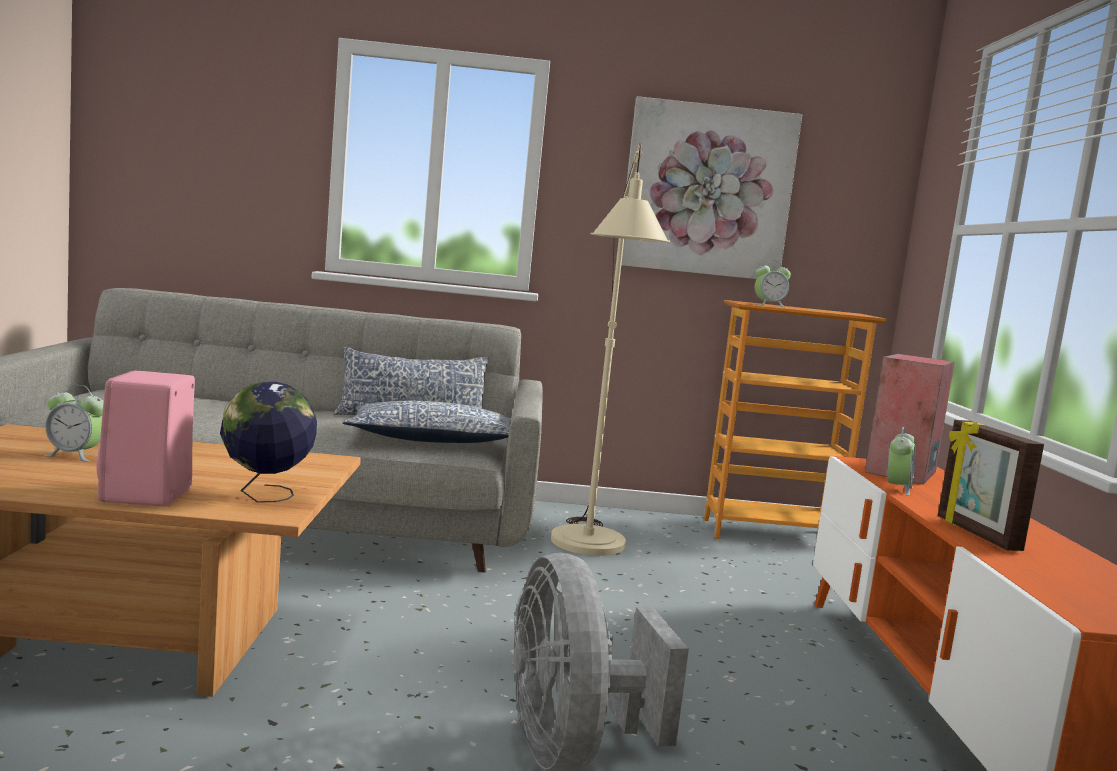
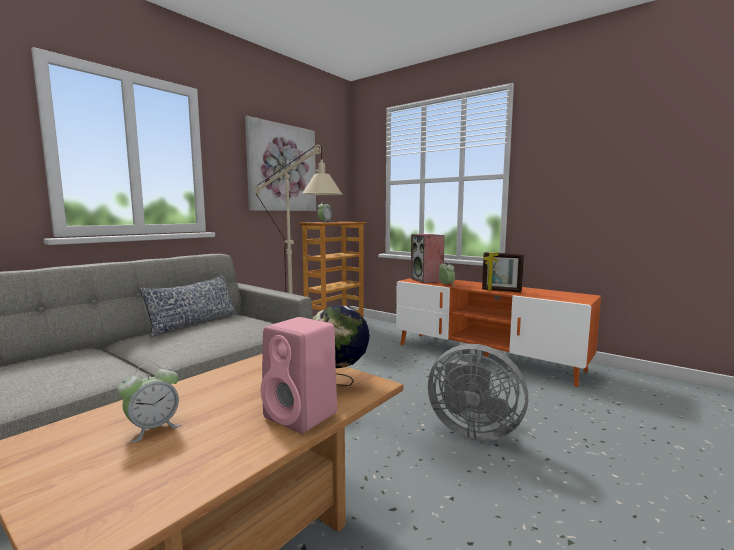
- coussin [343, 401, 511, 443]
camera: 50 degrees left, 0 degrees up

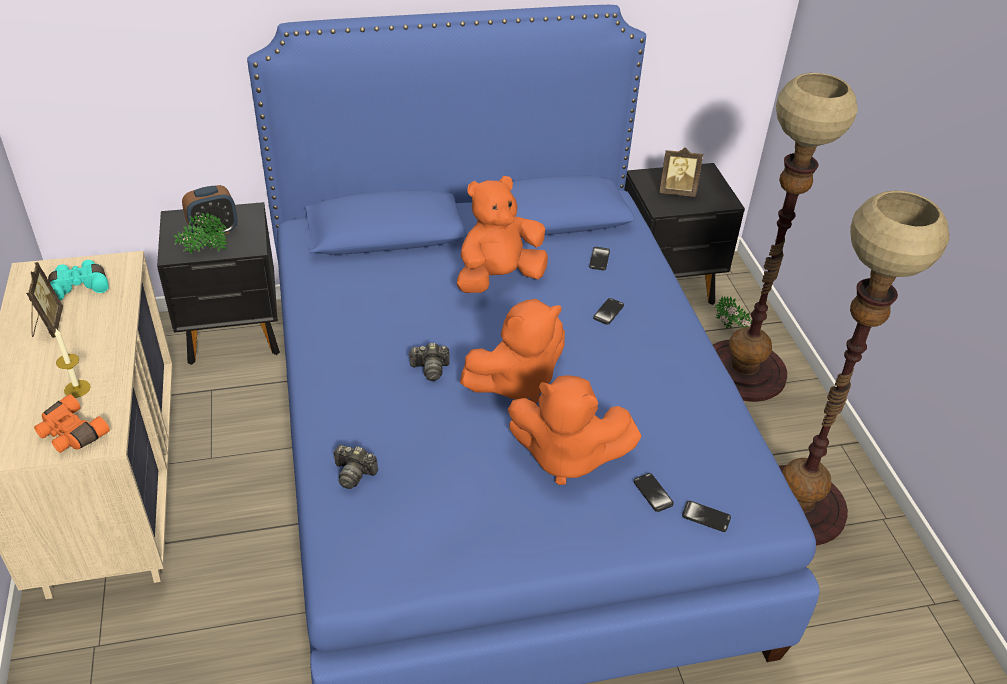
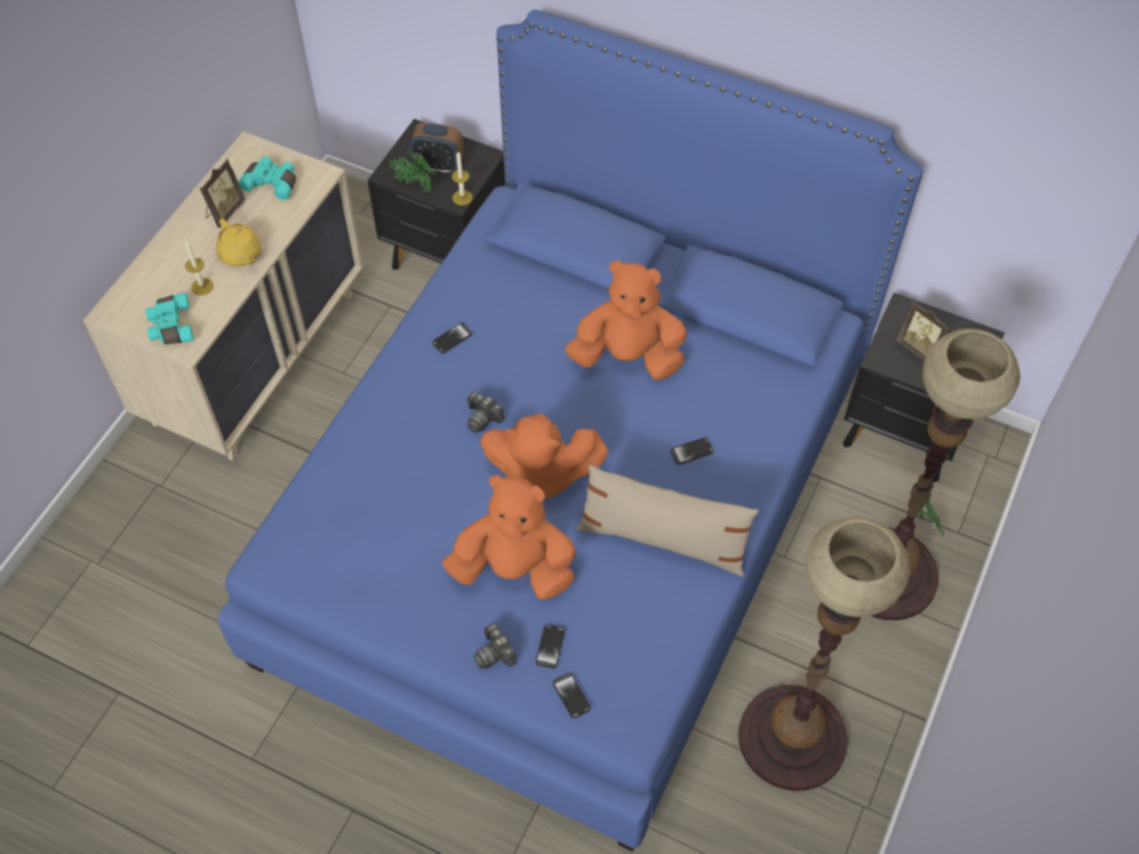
+ théière (jaune) [216, 219, 261, 266]
+ bougie [452, 152, 473, 205]
+ coussin (beige) [577, 465, 759, 576]
~ appareil photo [333, 445, 378, 489] to [473, 623, 517, 669]
~ téléphone [589, 247, 610, 271] to [432, 323, 472, 353]
~ jumelles (orange) [34, 394, 110, 453] to jumelles (turquoise) [145, 293, 194, 344]
~ peluche (orange) [508, 375, 642, 485] = [442, 475, 576, 600] 135 degrees clockwise
camera: 40 degrees right, 15 degrees up

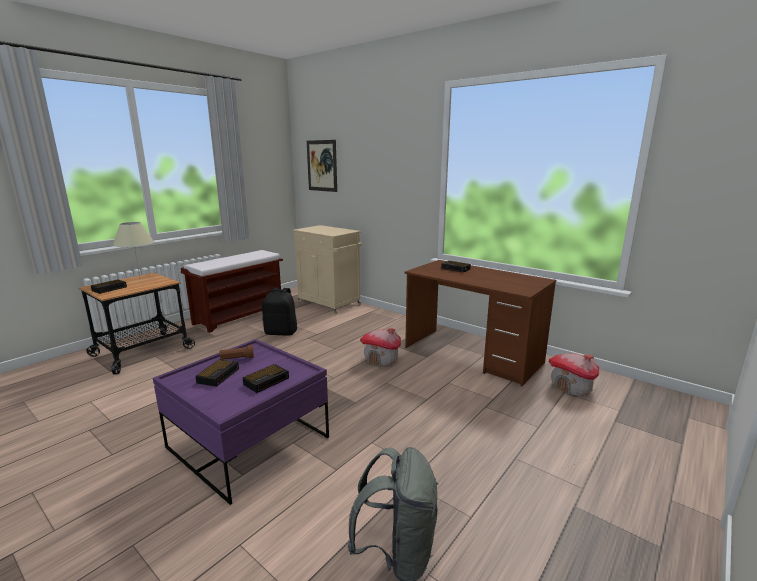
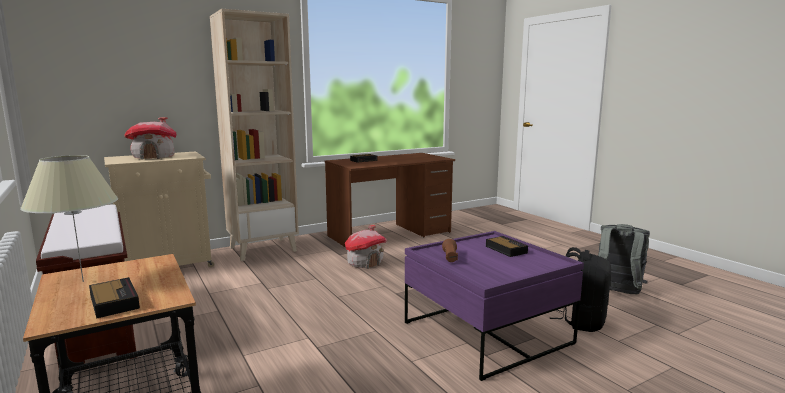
- réveil [195, 359, 239, 387]
- tableau [307, 140, 337, 192]
+ bibliothèque (beige) [210, 9, 299, 261]
~ sac à dos (noir) [262, 288, 297, 336] to [550, 247, 611, 332]
~ maison miniature [549, 353, 599, 396] to [124, 117, 177, 160]
camera: 70 degrees left, 5 degrees down

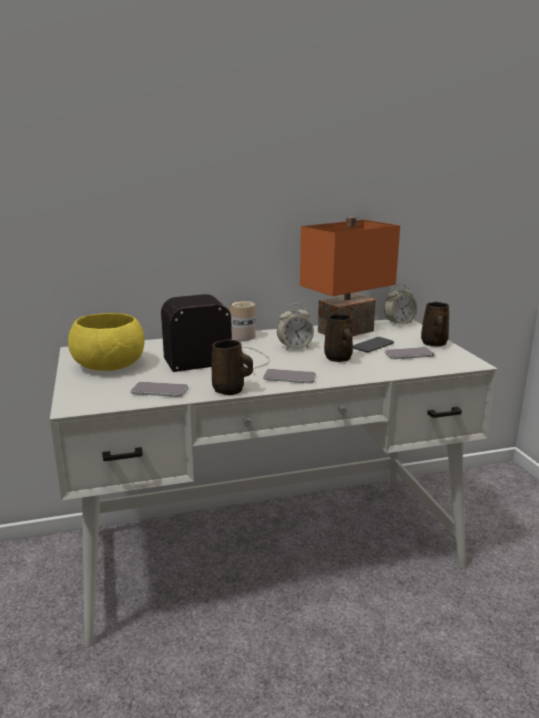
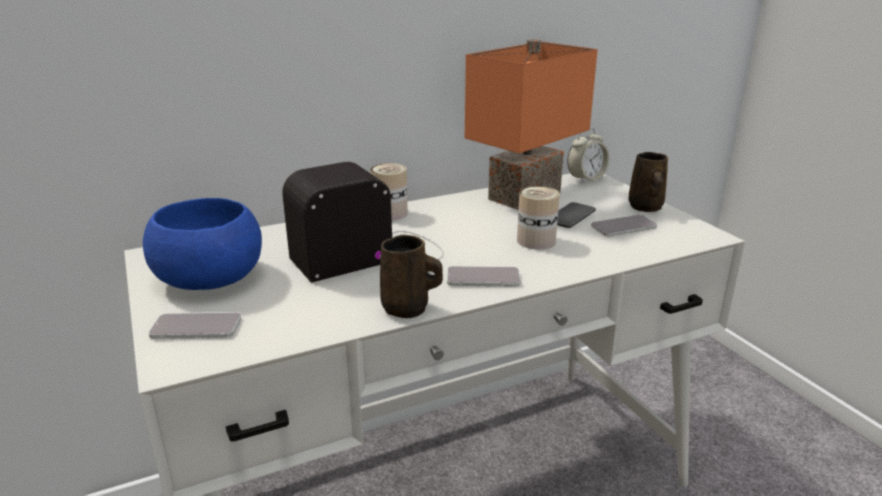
- réveil [277, 303, 314, 351]
~ téléphone [131, 382, 188, 397] to [148, 312, 241, 338]
~ mug (marron) [324, 314, 353, 362] to boîte métallique [517, 186, 560, 249]
~ bol (jaune) [68, 313, 145, 371] to bol (bleu) [143, 198, 262, 290]
camera: 10 degrees left, 5 degrees up

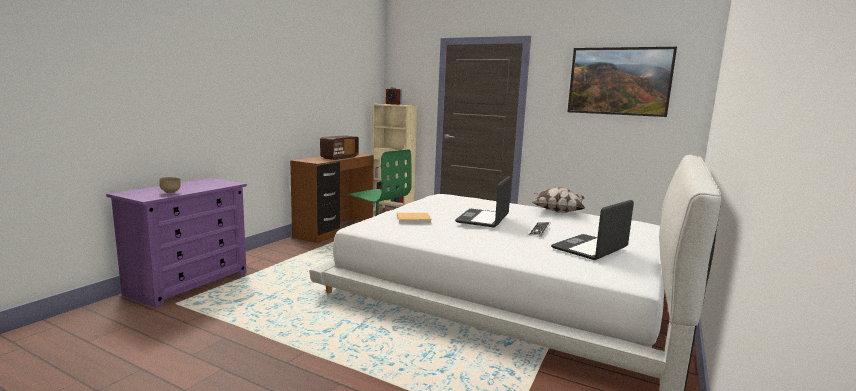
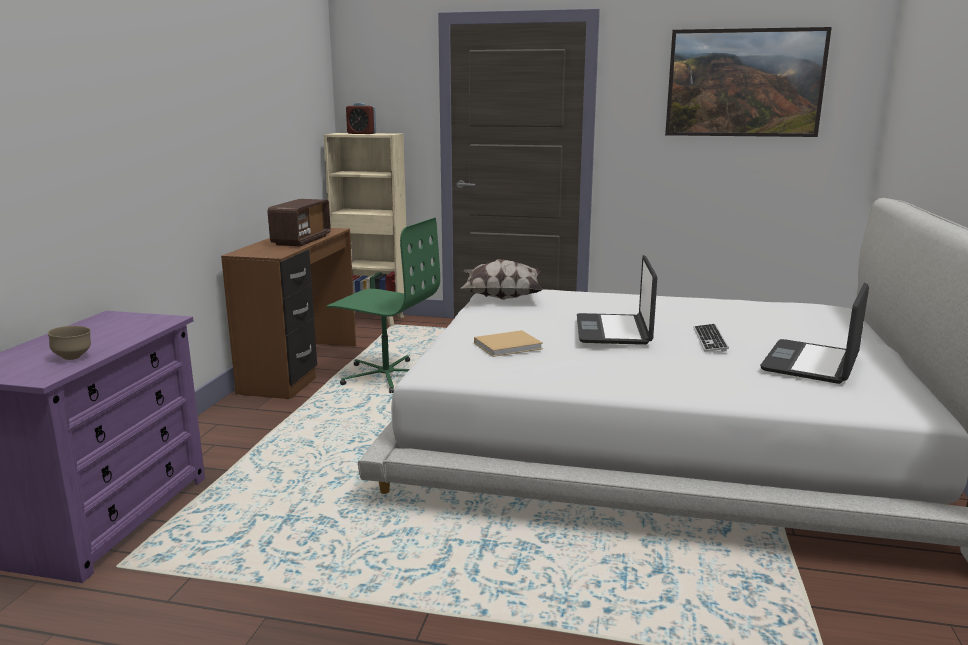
~ coussin [531, 187, 585, 213] to [461, 259, 543, 300]
camera: 15 degrees left, 5 degrees up

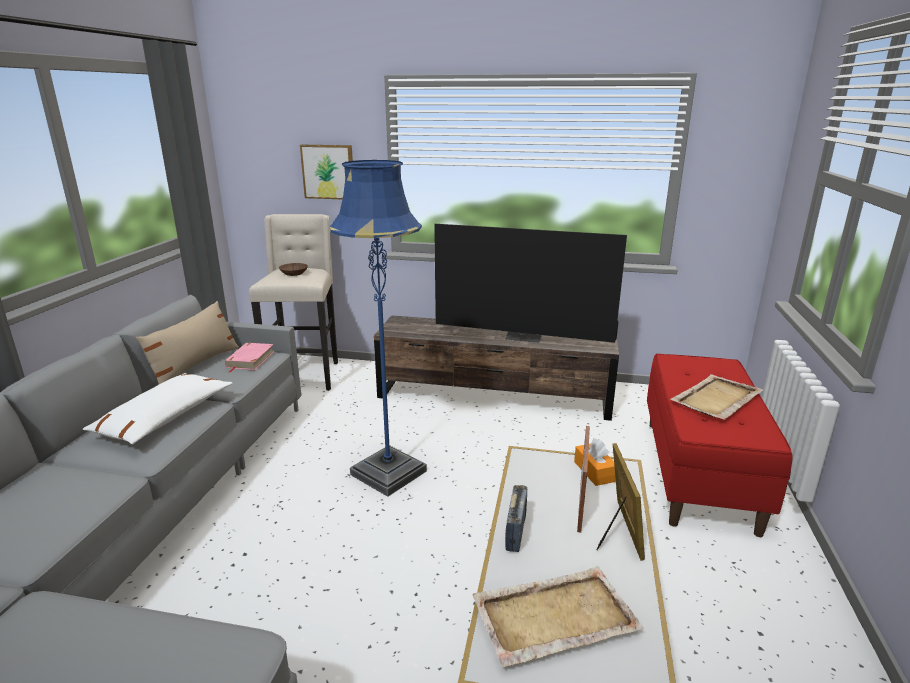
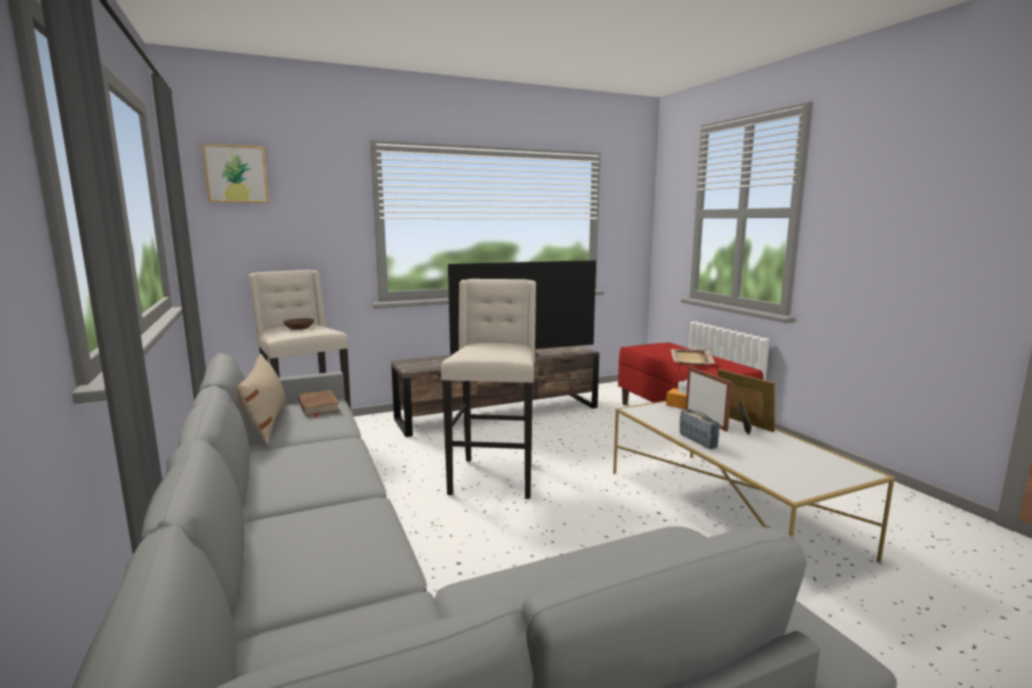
- coussin (blanc) [83, 373, 232, 445]
- plateau (beige) [472, 566, 644, 667]
~ tableau [300, 145, 353, 199] to [202, 144, 269, 203]
~ lampadaire (bleu) [329, 160, 427, 497] to tabouret (beige) [441, 279, 536, 499]
~ livre (rose) [225, 343, 274, 372] to livre (marron) [298, 390, 340, 418]
camera: 35 degrees left, 10 degrees down

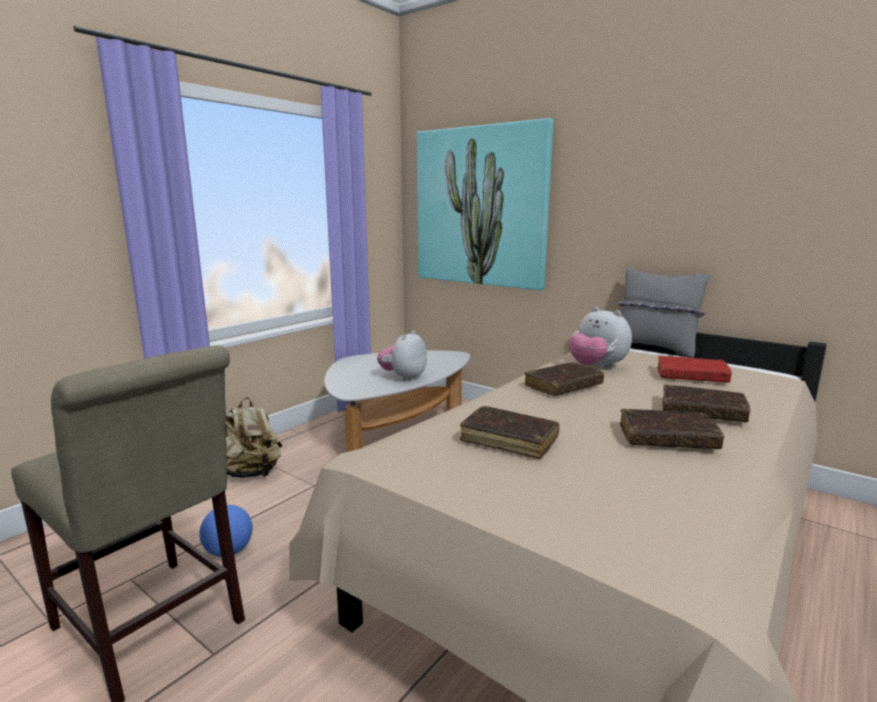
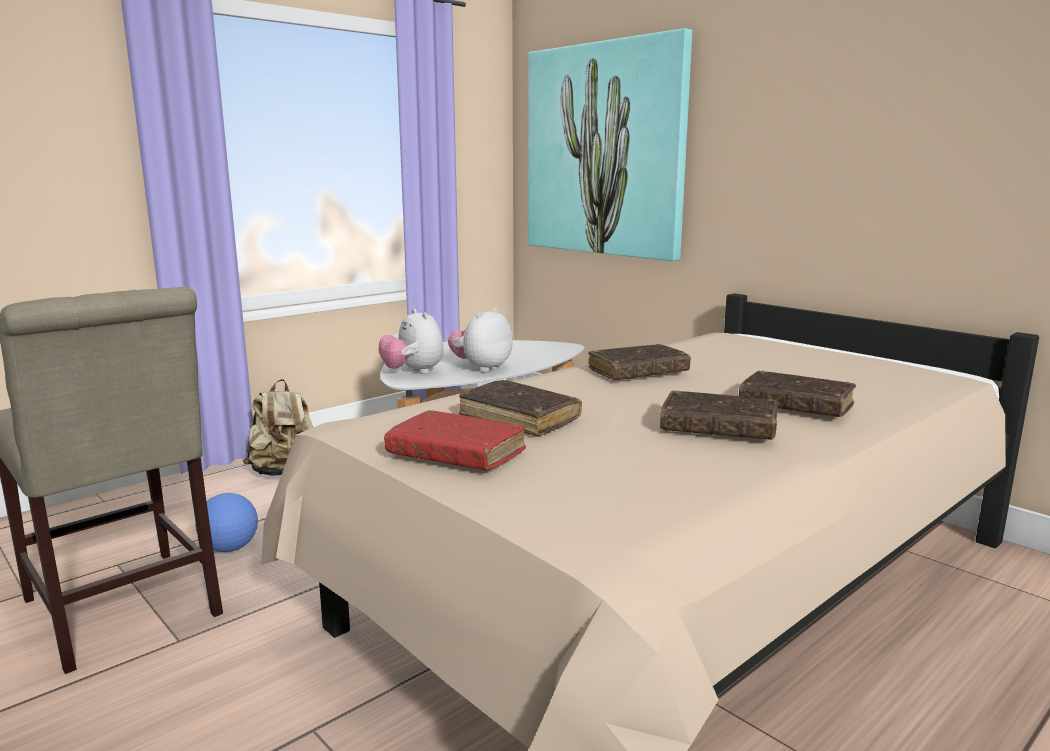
- coussin (gris) [618, 268, 710, 358]
~ peluche [568, 307, 632, 369] to [379, 309, 444, 374]
~ livre (rouge) [657, 356, 732, 383] to [384, 410, 526, 470]
camera: 10 degrees right, 0 degrees up

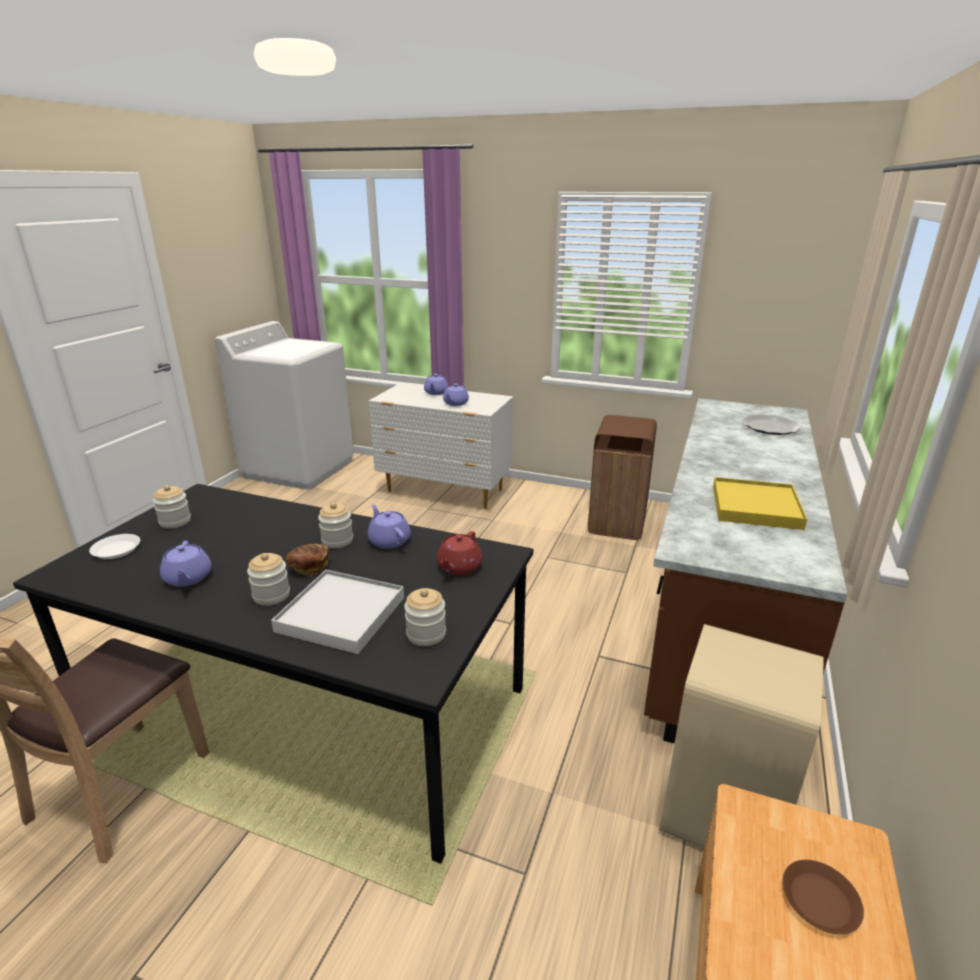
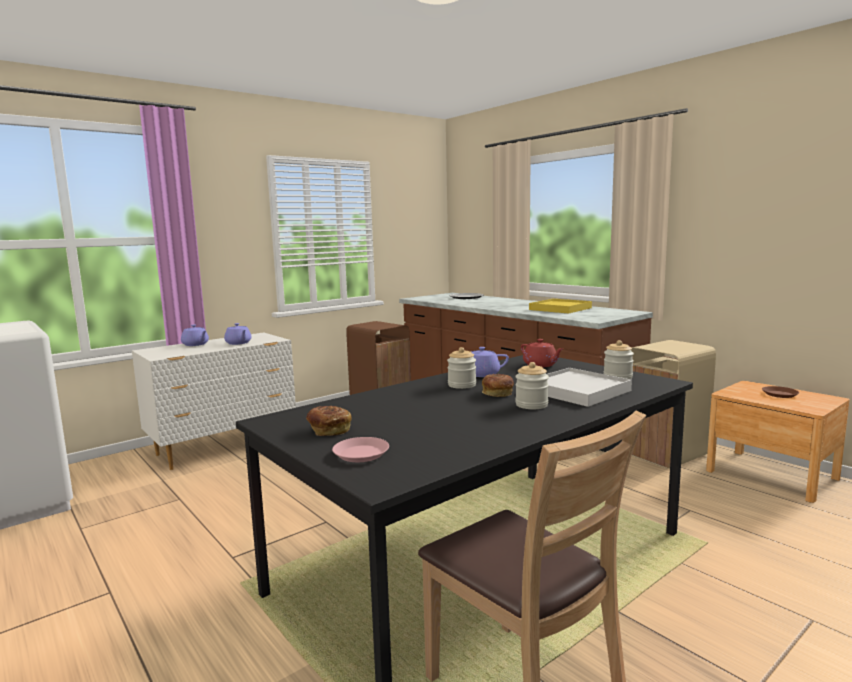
- théière (violet) [160, 541, 212, 587]
~ bocal [153, 485, 191, 528] to pain [306, 406, 352, 436]
~ assiette (blanc) [89, 534, 140, 559] to assiette (rose) [332, 437, 389, 462]
camera: 60 degrees left, 15 degrees down

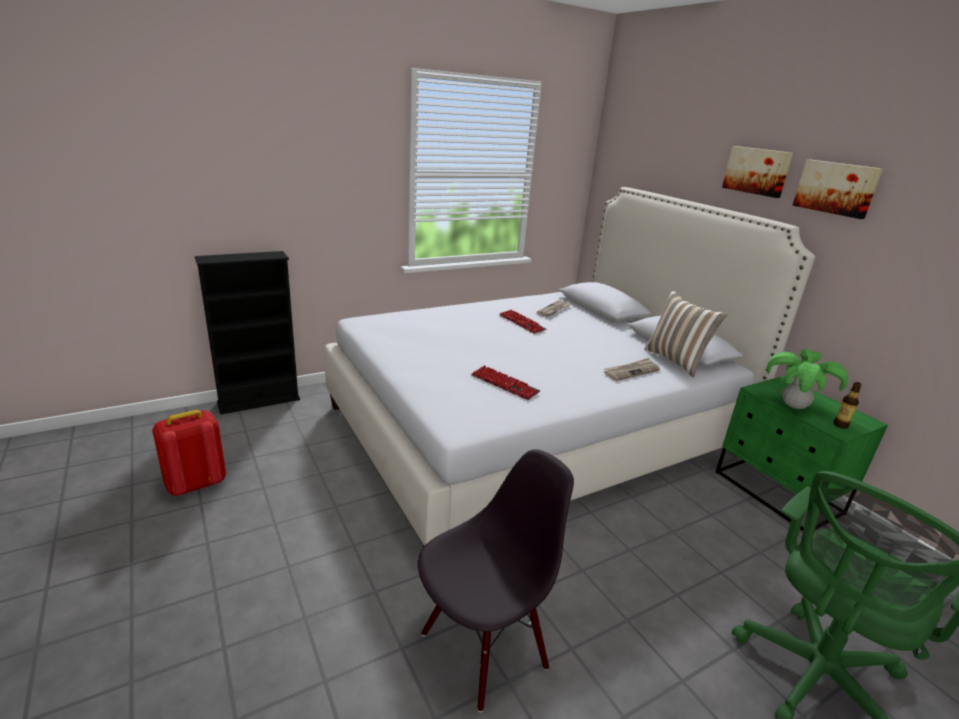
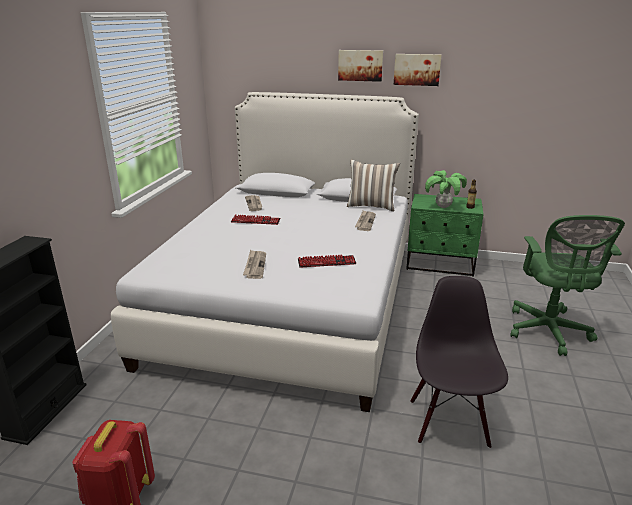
+ journal [243, 250, 266, 279]
camera: 45 degrees left, 0 degrees up

